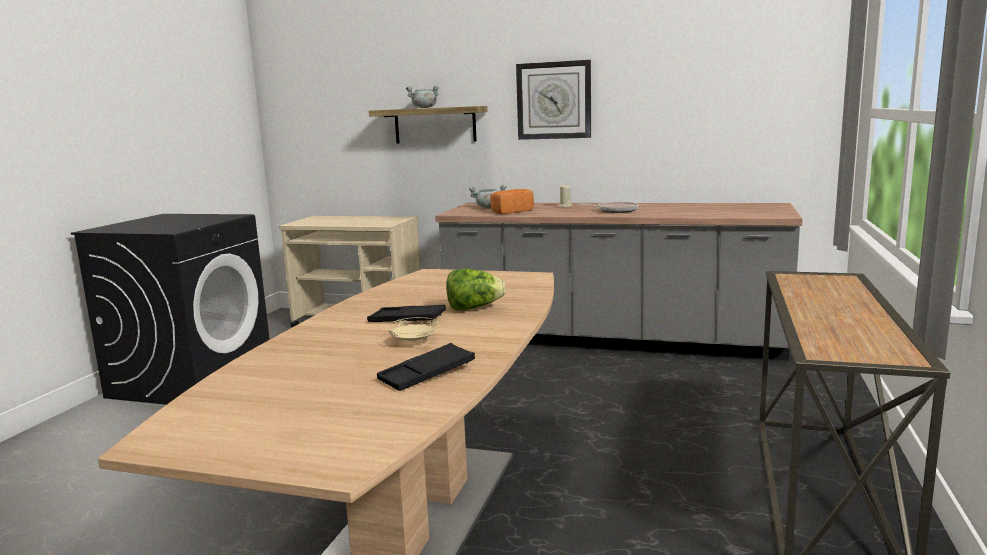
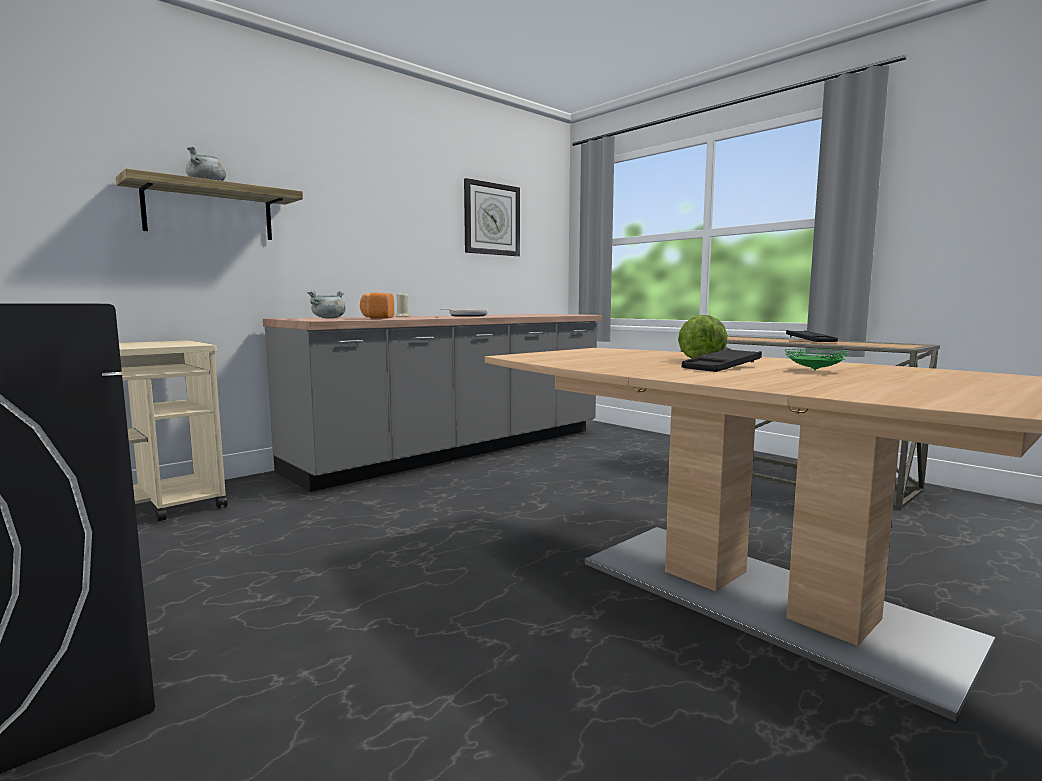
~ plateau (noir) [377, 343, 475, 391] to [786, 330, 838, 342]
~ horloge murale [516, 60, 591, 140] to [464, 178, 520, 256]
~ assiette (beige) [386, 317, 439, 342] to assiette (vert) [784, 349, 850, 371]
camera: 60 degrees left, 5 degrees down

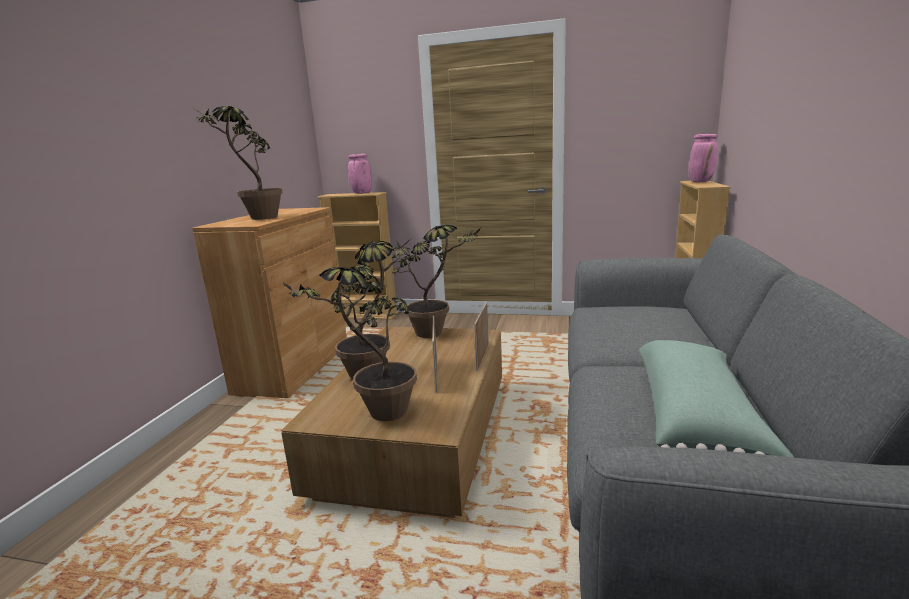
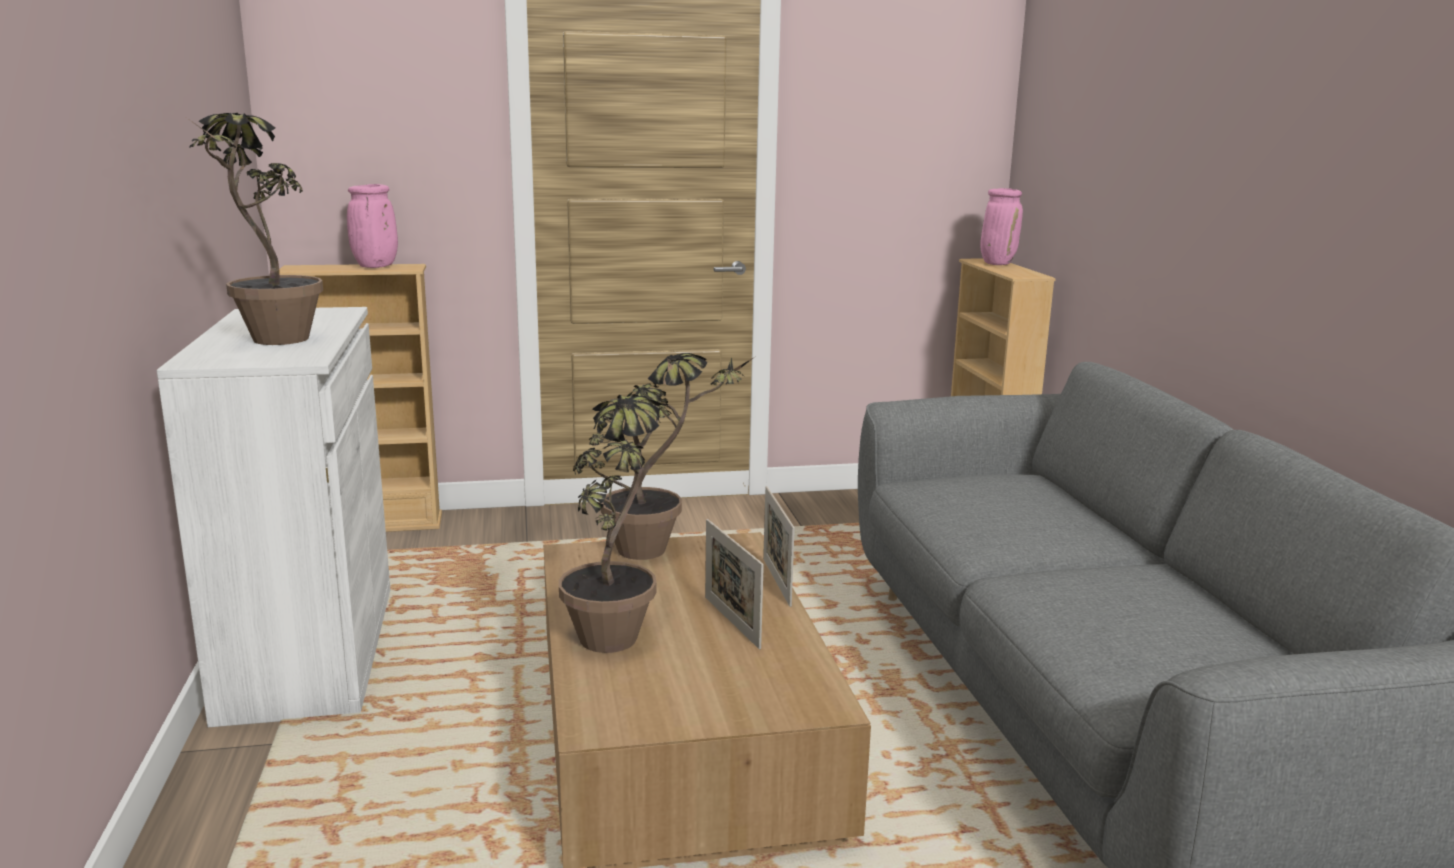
- plante en pot [277, 267, 417, 421]
- coussin (vert) [639, 340, 795, 458]
~ meuble de rangement (marron) [192, 207, 347, 398] to meuble de rangement (blanc) [157, 307, 390, 727]
camera: 25 degrees left, 0 degrees up

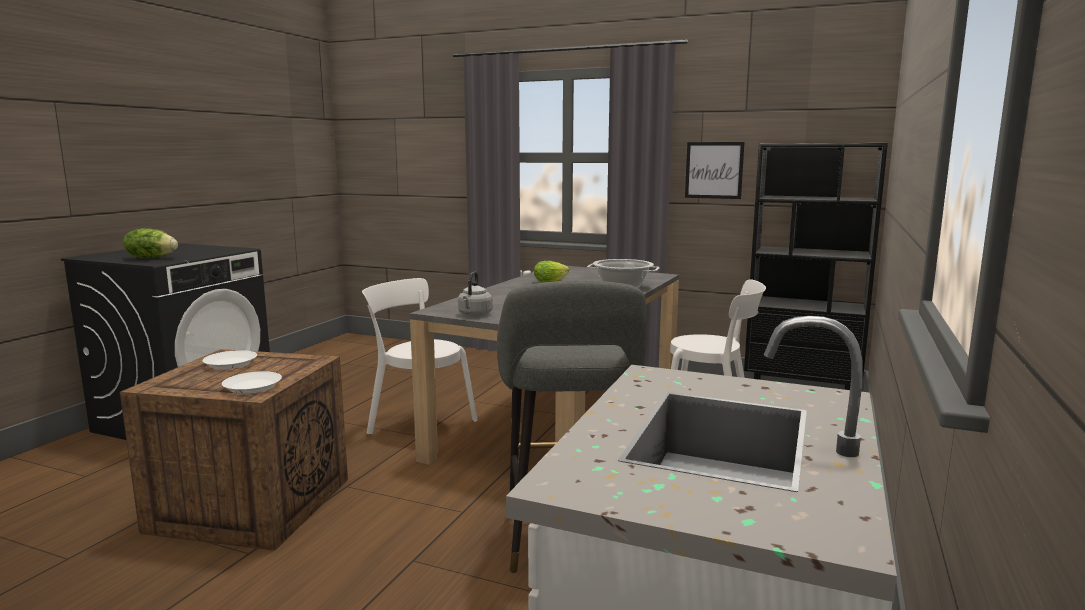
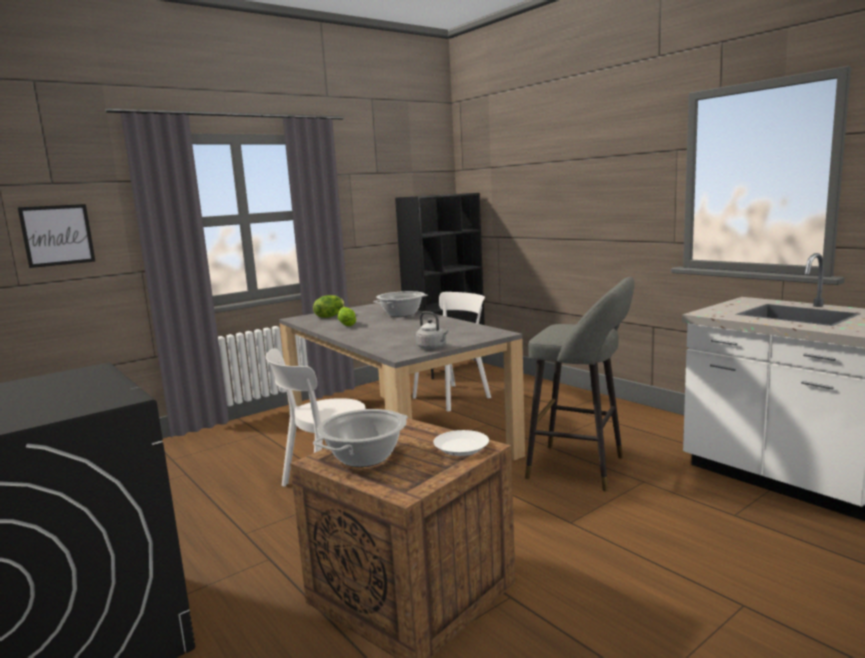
~ laitue [123, 228, 178, 258] to [313, 295, 345, 318]
~ tableau [685, 142, 744, 199] to [17, 204, 96, 268]
~ assiette (blanc) [203, 350, 257, 369] to marmite [313, 409, 408, 467]
camera: 60 degrees left, 0 degrees up

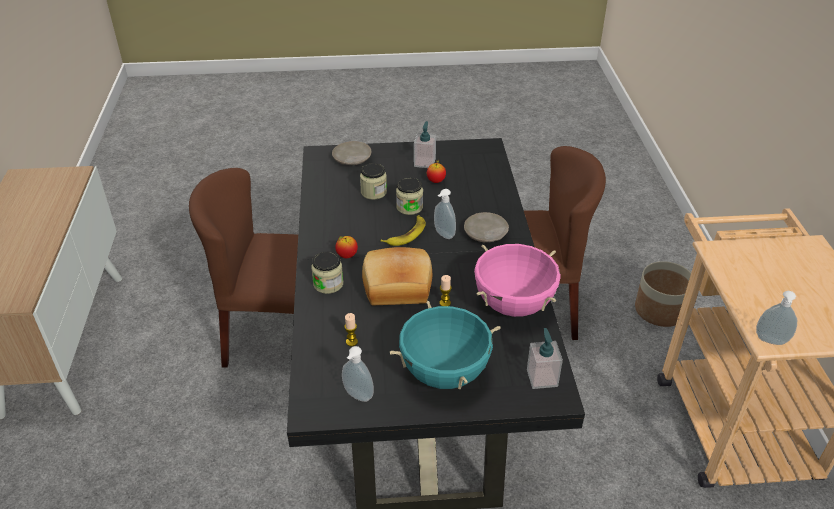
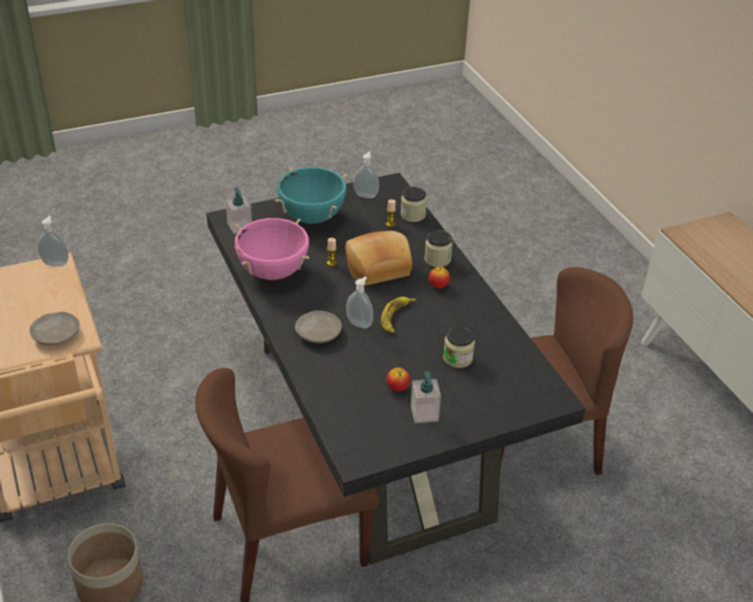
~ assiette (beige) [332, 141, 371, 165] to [29, 312, 80, 345]
~ bocal [396, 178, 423, 215] to [401, 187, 427, 222]
camera: 160 degrees right, 0 degrees up

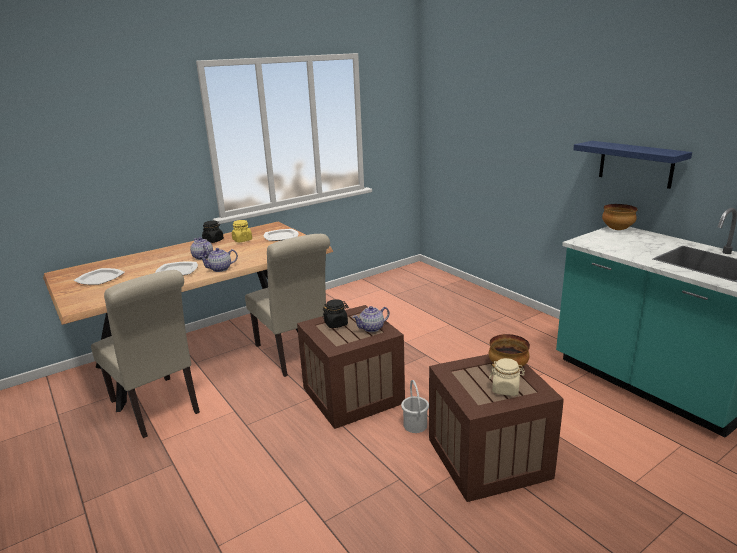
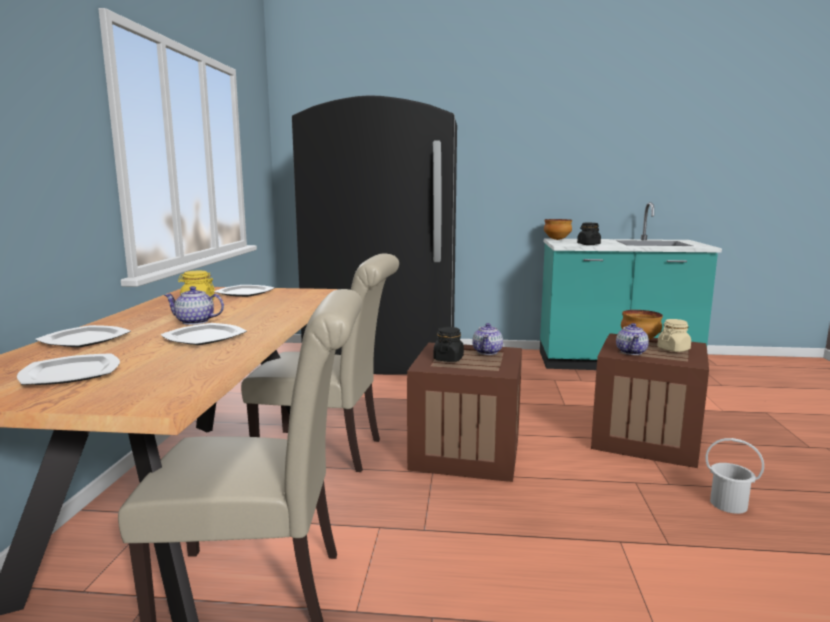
- étagère (bleu) [573, 141, 692, 189]
+ assiette [35, 325, 131, 347]
+ réfrigérateur (noir) [292, 95, 457, 375]
~ théière [199, 248, 238, 272] to [616, 323, 649, 355]
~ bocal (noir) [202, 221, 224, 243] to [577, 223, 601, 245]
~ seau (blanc) [401, 380, 429, 433] to [706, 438, 764, 514]
camera: 50 degrees left, 10 degrees down

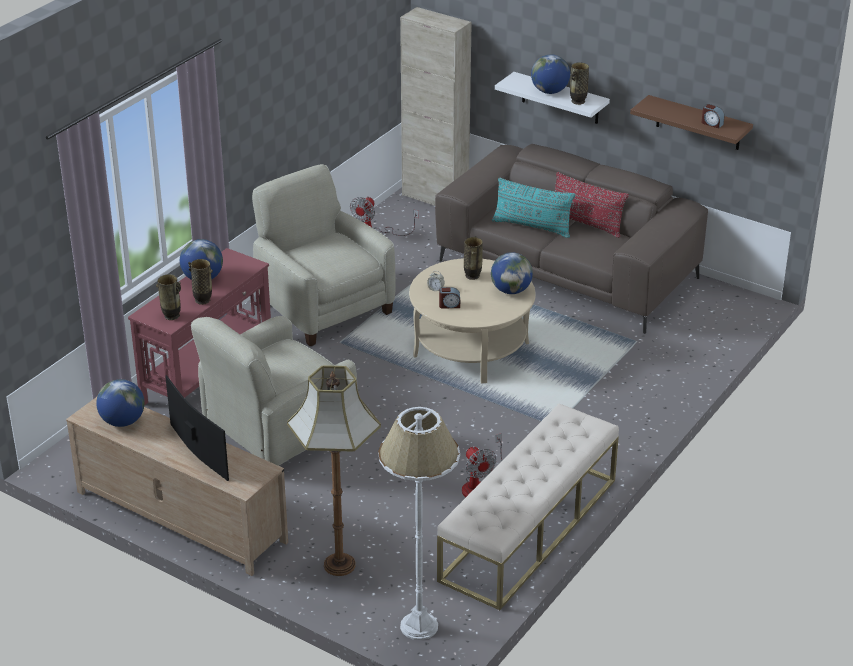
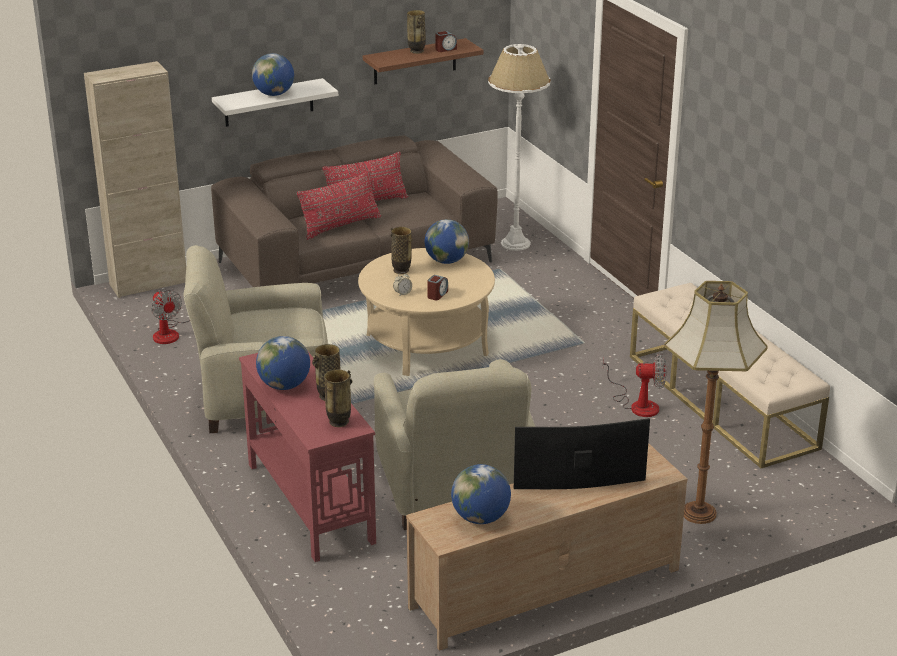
~ lampadaire (blanc) [378, 407, 460, 640] to [488, 44, 550, 251]
~ vase [570, 62, 589, 105] to [407, 10, 426, 54]
~ coussin (turquoise) [492, 178, 576, 238] to coussin (rouge) [297, 171, 381, 240]
camera: 60 degrees left, 5 degrees down

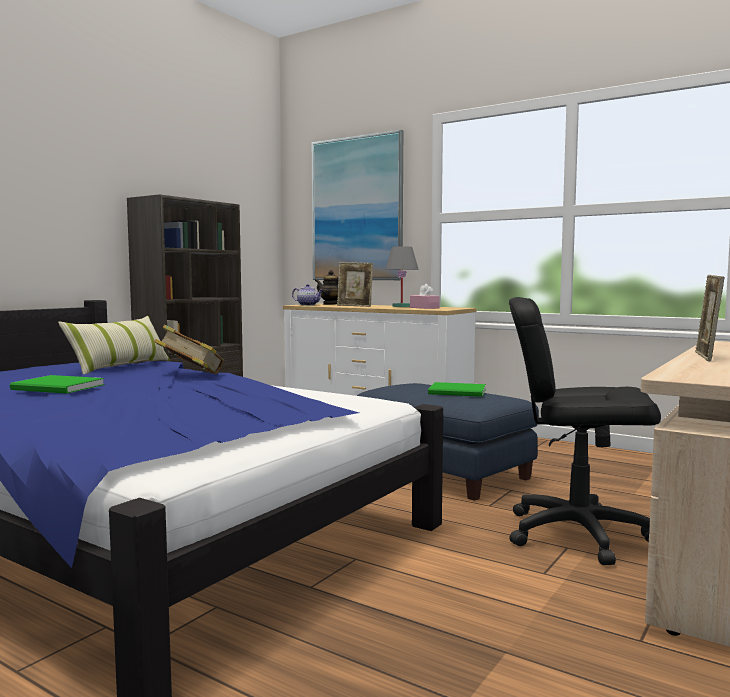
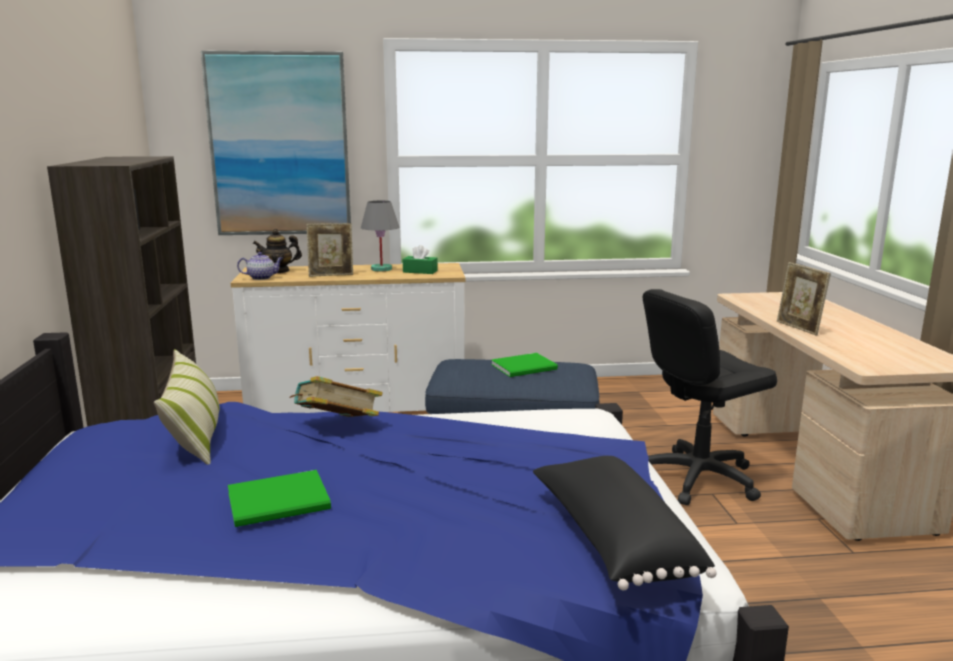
+ coussin (noir) [533, 456, 717, 590]
~ boîte à mouchoirs (rose) [410, 284, 440, 309] to boîte à mouchoirs (vert) [403, 245, 438, 274]
camera: 40 degrees left, 10 degrees up

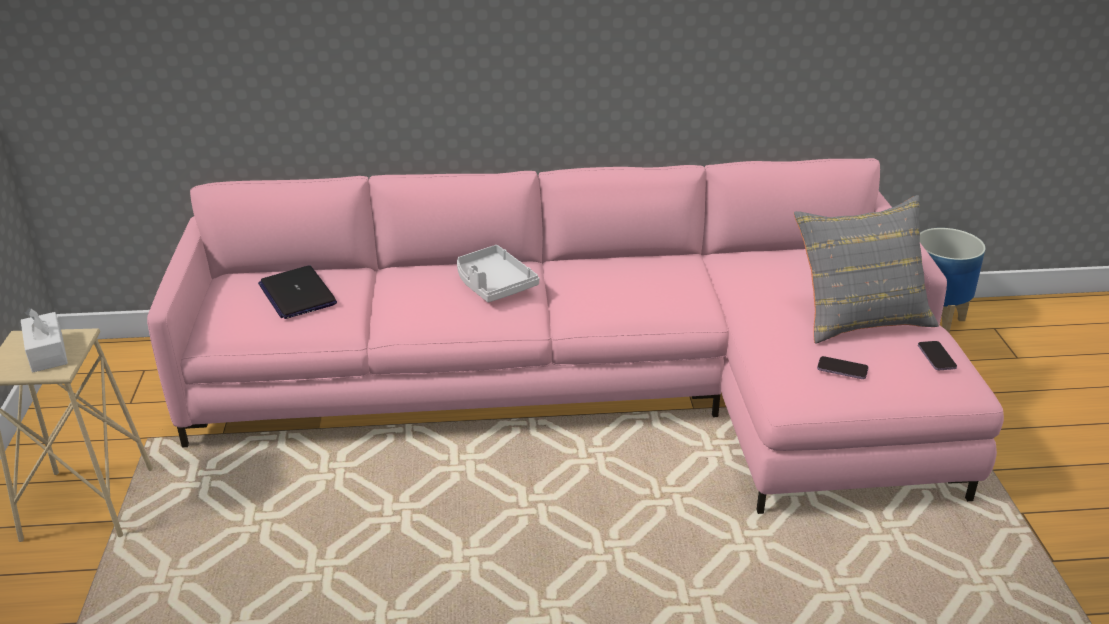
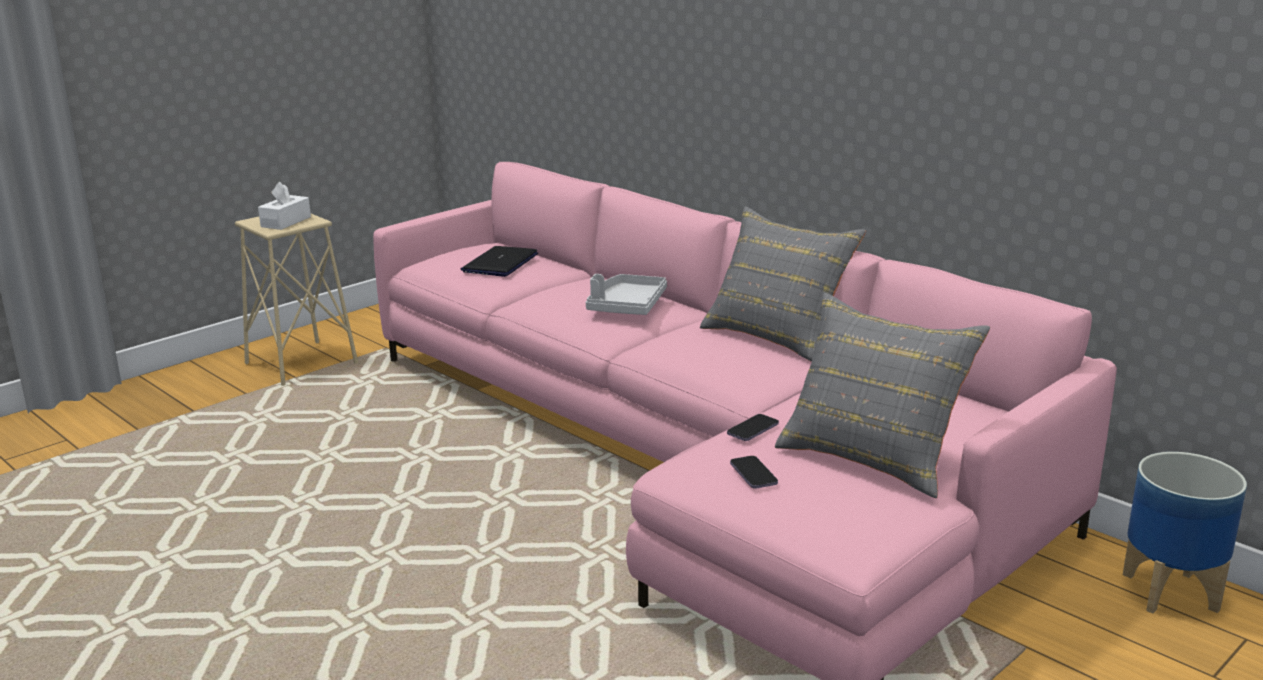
+ coussin (gris) [700, 207, 866, 362]
~ téléphone [918, 341, 957, 370] to [727, 414, 779, 441]
camera: 50 degrees right, 10 degrees down

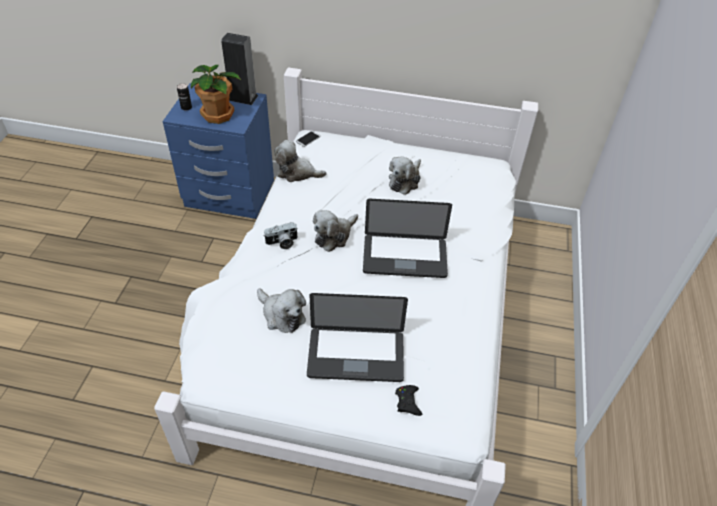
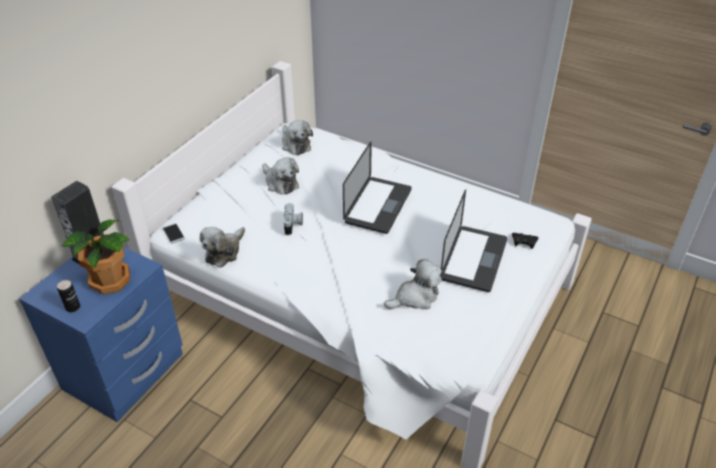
~ appareil photo [264, 222, 298, 249] to [284, 203, 303, 235]
~ peluche [313, 210, 358, 252] to [282, 120, 313, 155]
camera: 70 degrees left, 5 degrees down

